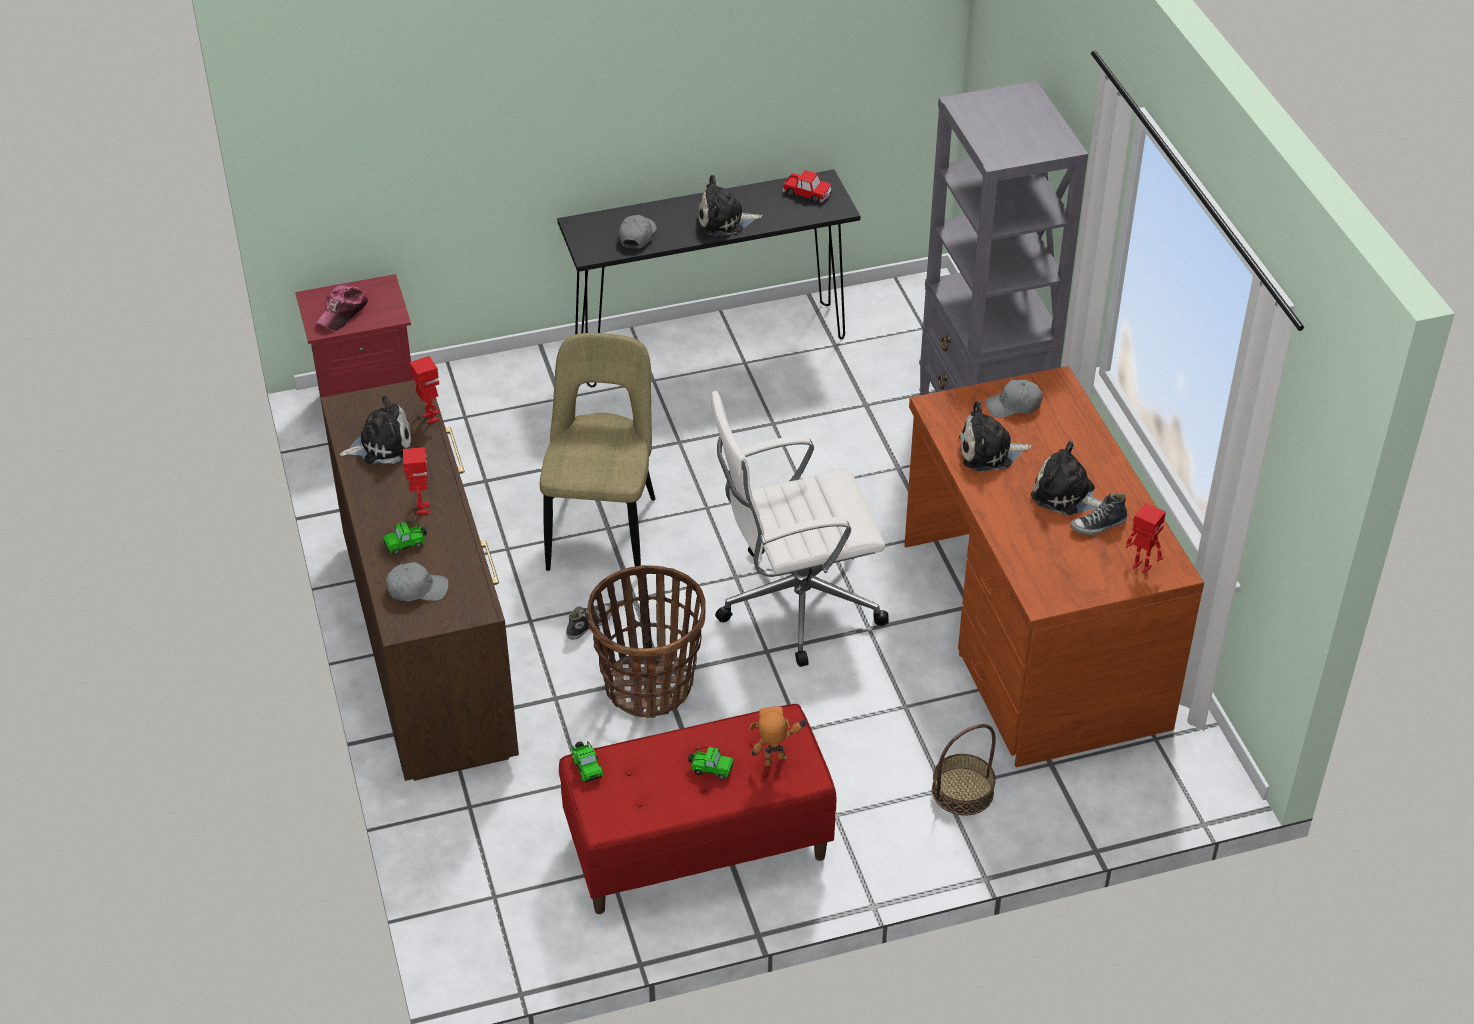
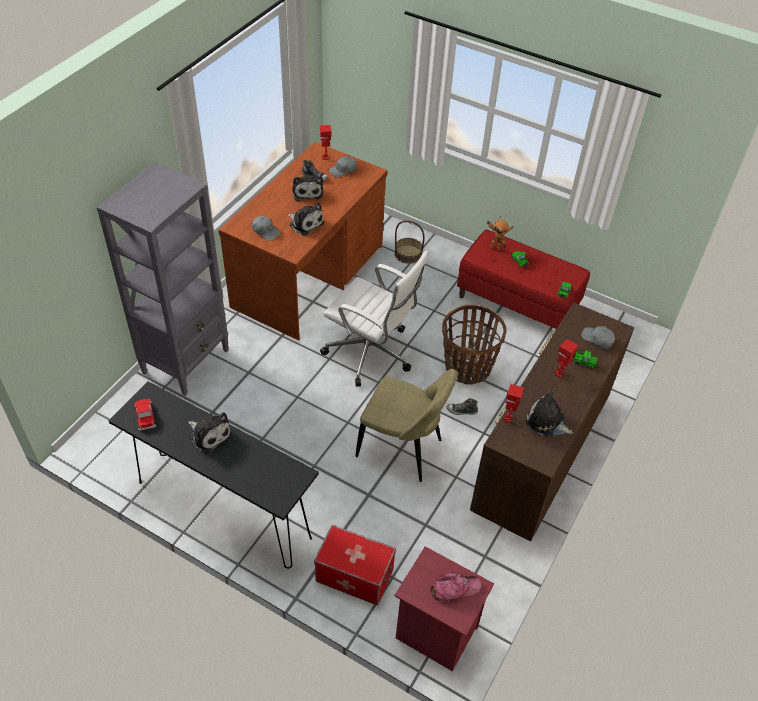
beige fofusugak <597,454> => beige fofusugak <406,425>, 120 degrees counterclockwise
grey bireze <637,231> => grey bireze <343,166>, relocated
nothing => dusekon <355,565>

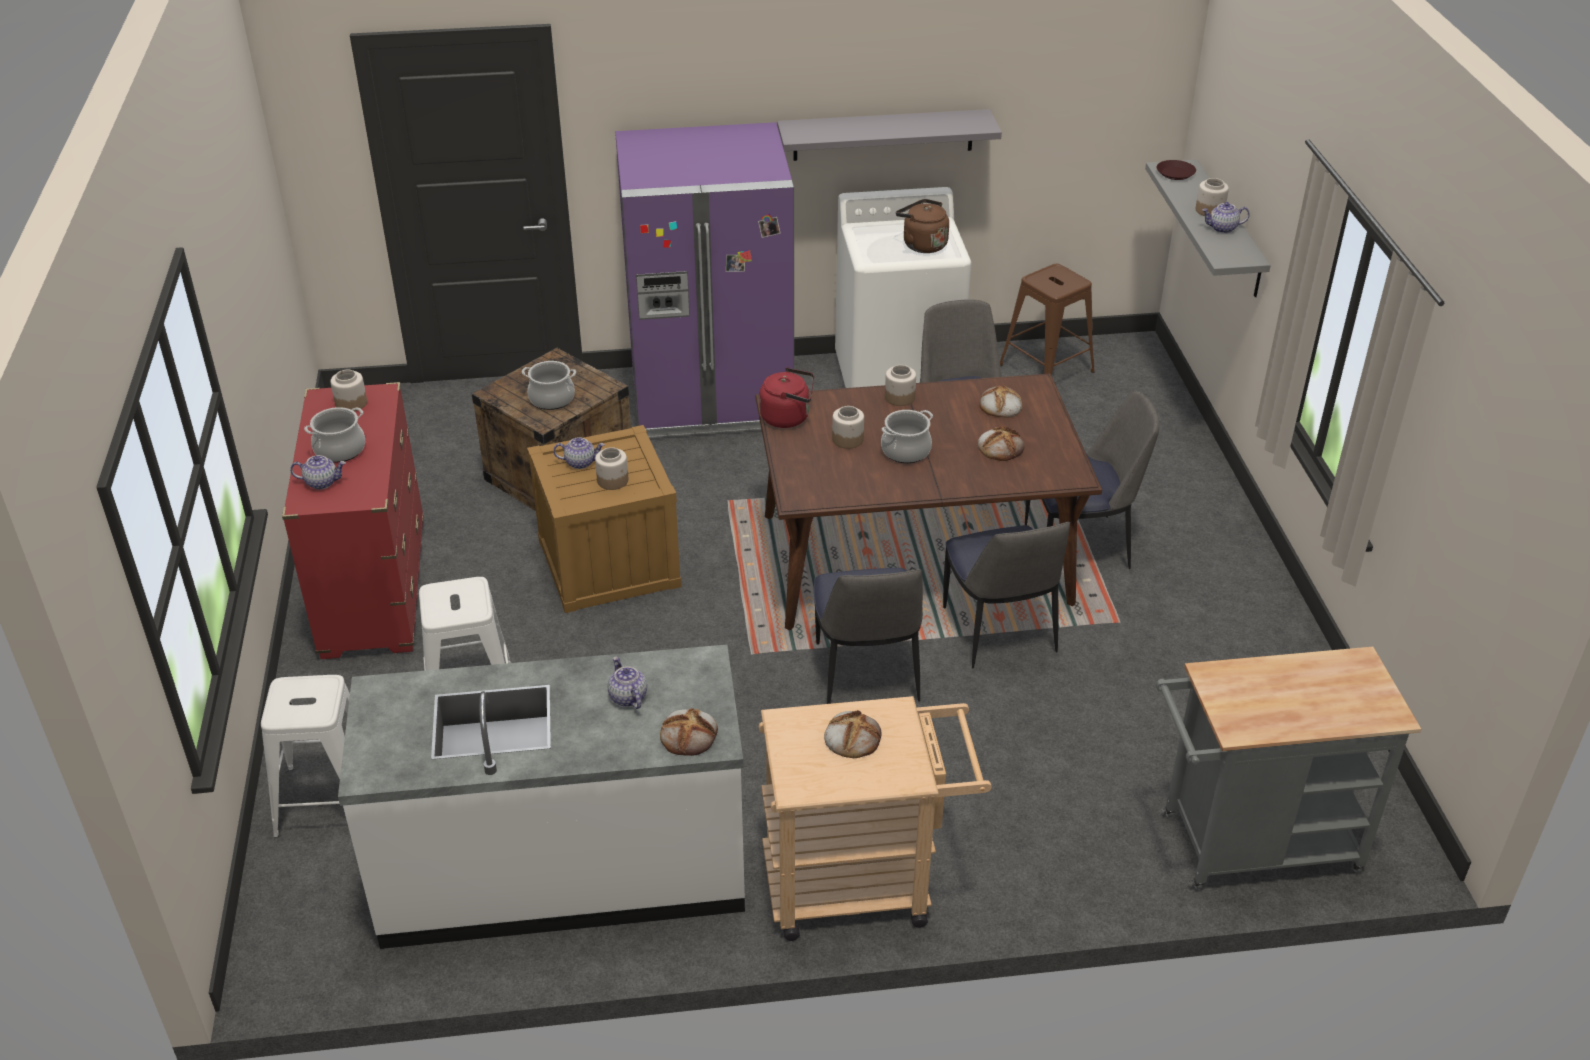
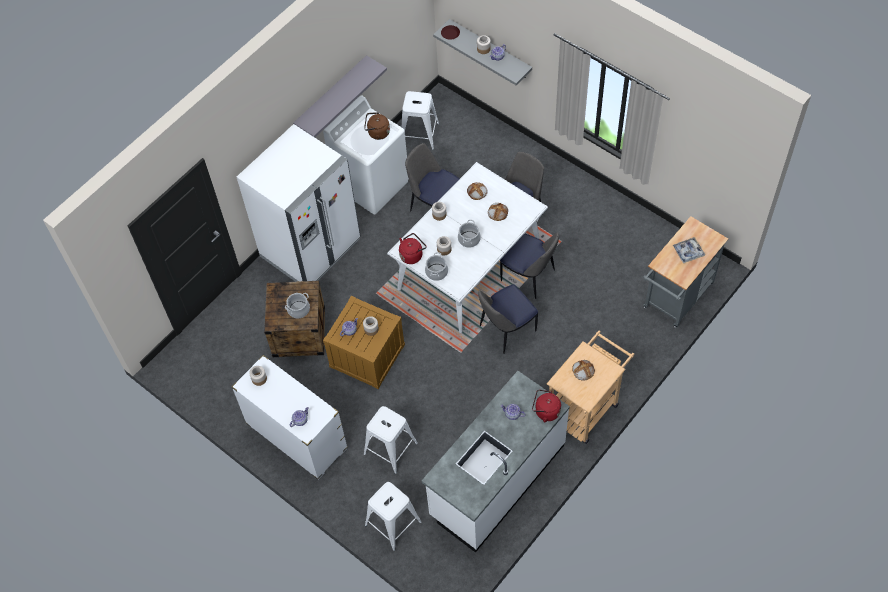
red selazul <353,520> => white selazul <290,417>
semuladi <334,435> => semuladi <436,266>, relocated
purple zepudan <704,280> => white zepudan <298,203>
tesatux <689,732> => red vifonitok <546,405>
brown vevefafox <928,502> => white vevefafox <467,247>
fofusugak <868,636> => fofusugak <508,319>, 105 degrees clockwise
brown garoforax <1047,320> => white garoforax <420,120>
nothing => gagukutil <689,250>

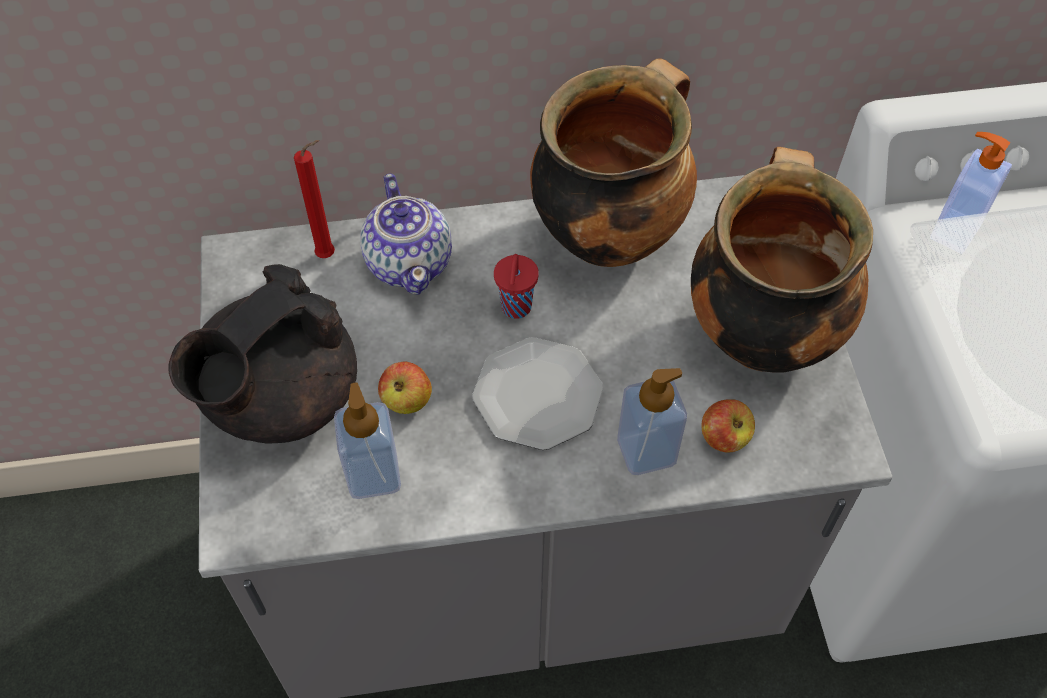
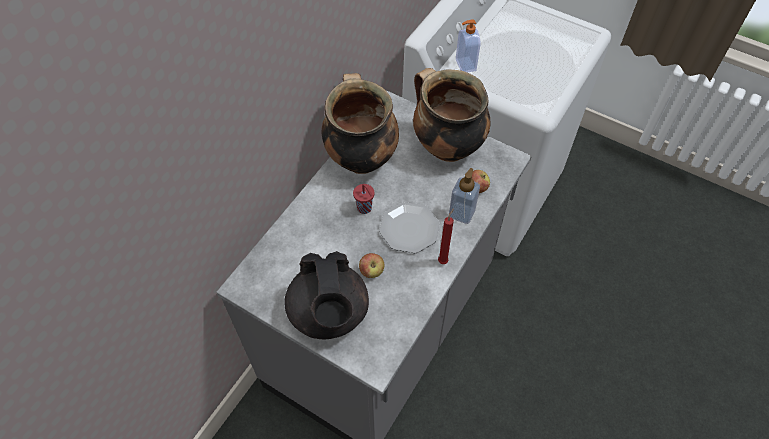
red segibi <314,199> => red segibi <446,236>, relocated
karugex <367,441> => nothing
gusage <406,234> => nothing

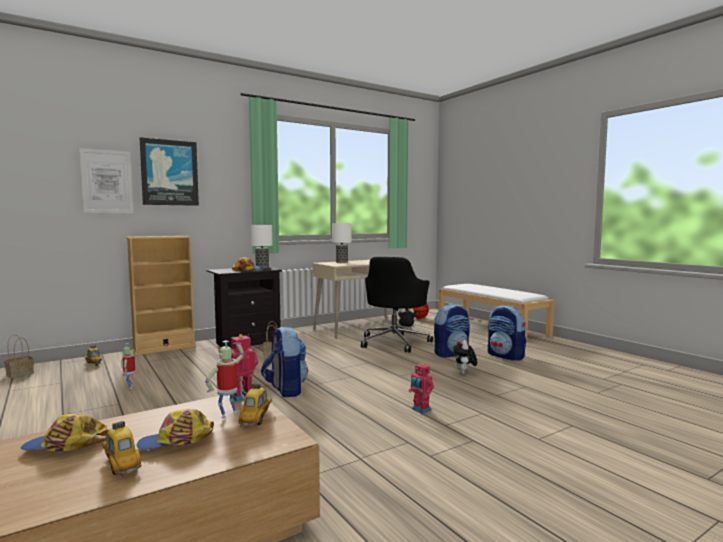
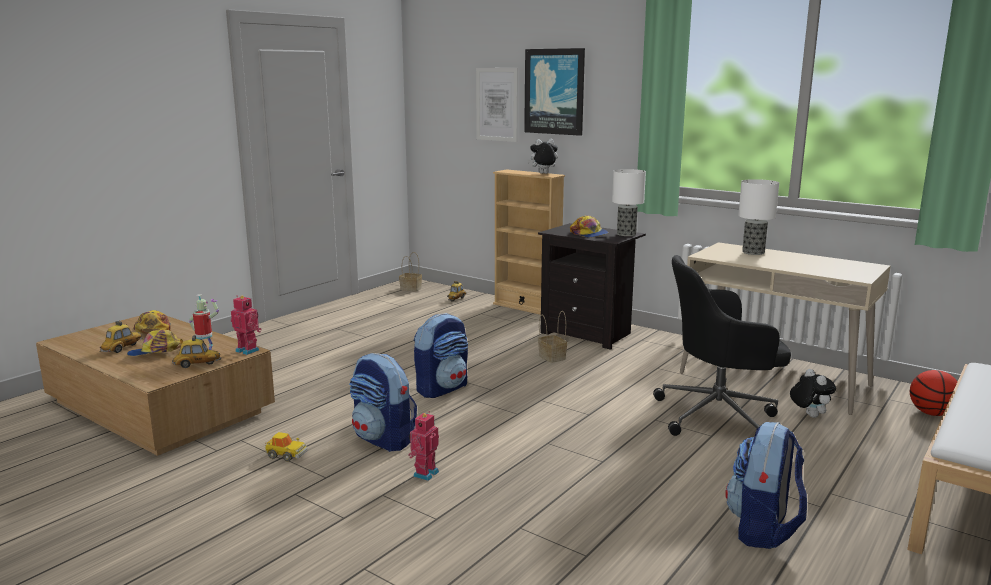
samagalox <128,366> => nothing
bireze <175,429> => bireze <155,343>, 75 degrees counterclockwise
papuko <452,331> => papuko <383,402>, relocated
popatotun <465,357> => popatotun <542,156>, relocated
nothing => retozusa <286,447>

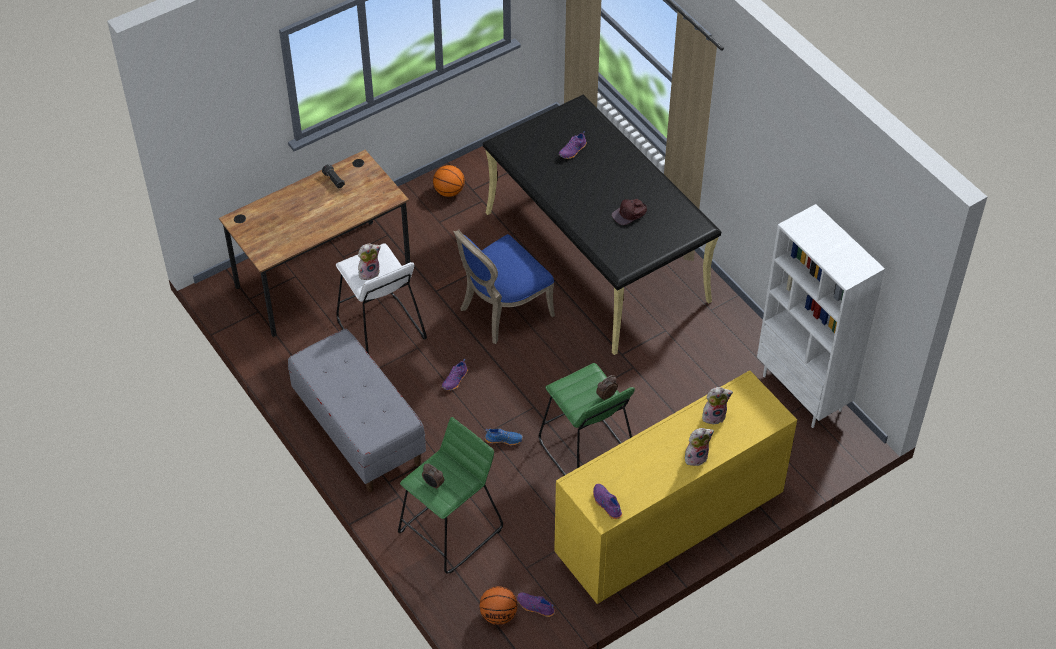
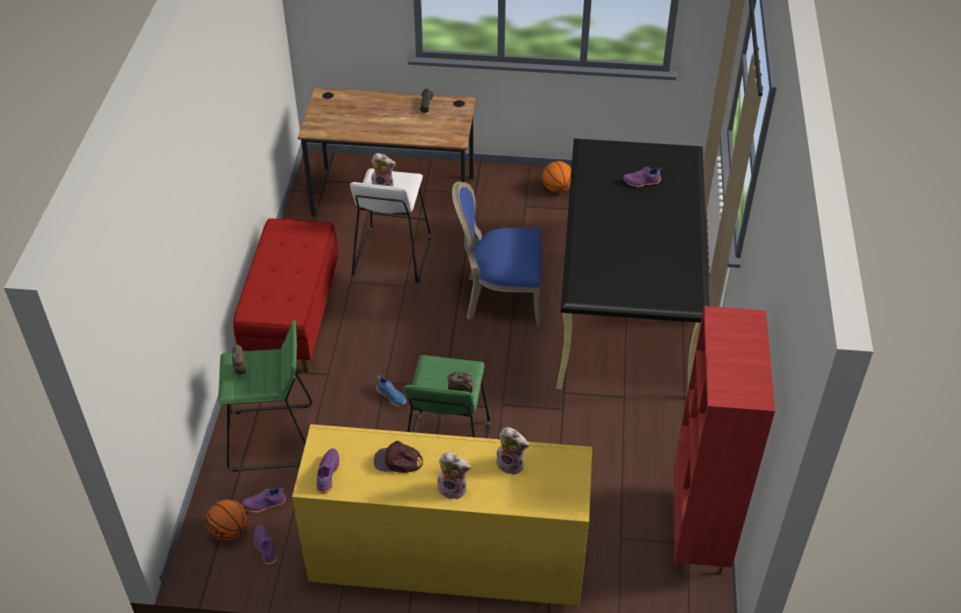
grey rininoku <357,410> => red rininoku <286,295>
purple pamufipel <455,374> => purple pamufipel <264,500>, relocated
brown bireze <629,212> => brown bireze <398,457>, relocated
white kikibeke <821,316> => red kikibeke <724,440>

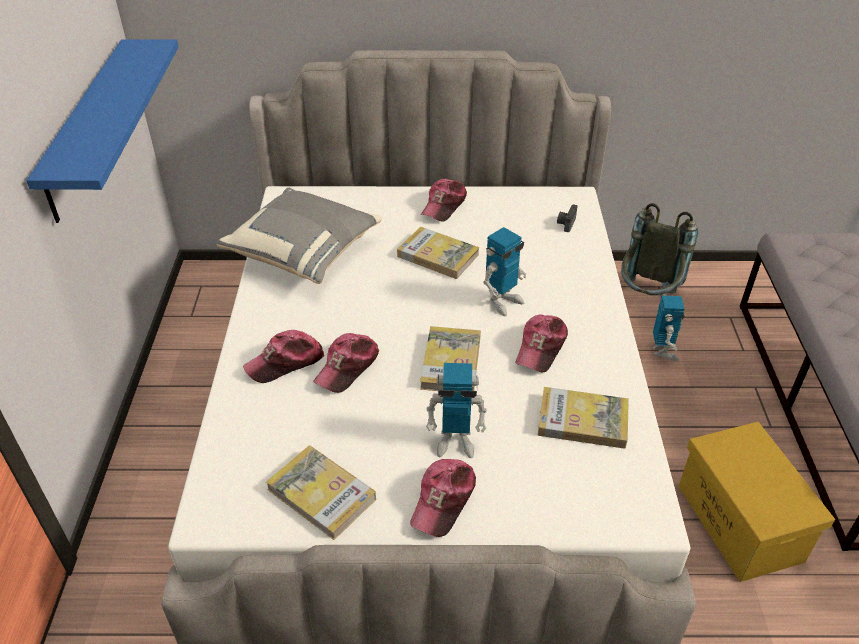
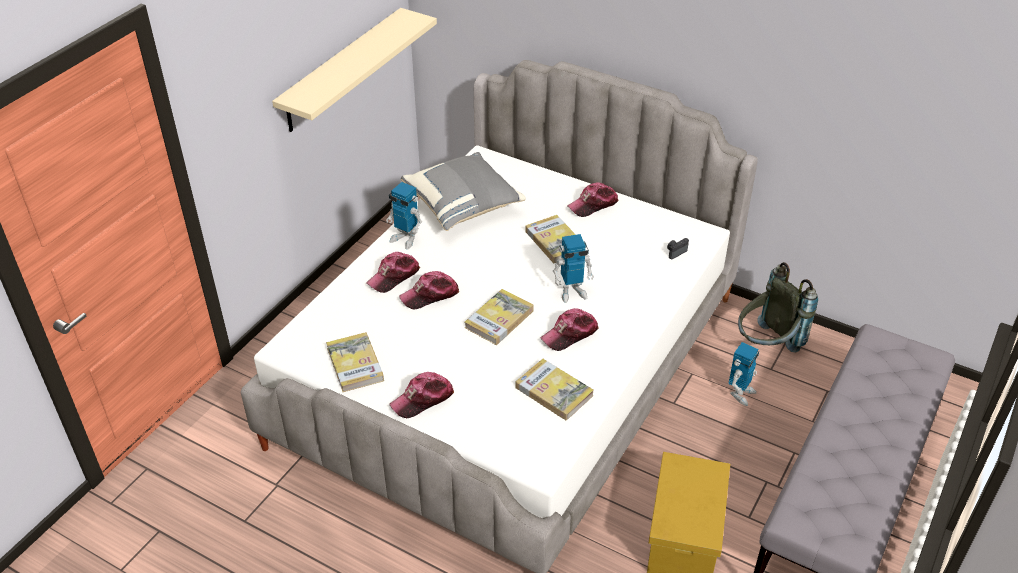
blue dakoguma <102,131> => beige dakoguma <354,70>
bireze <283,356> => bireze <393,272>, 45 degrees counterclockwise
samagalox <456,410> => samagalox <404,216>, relocated

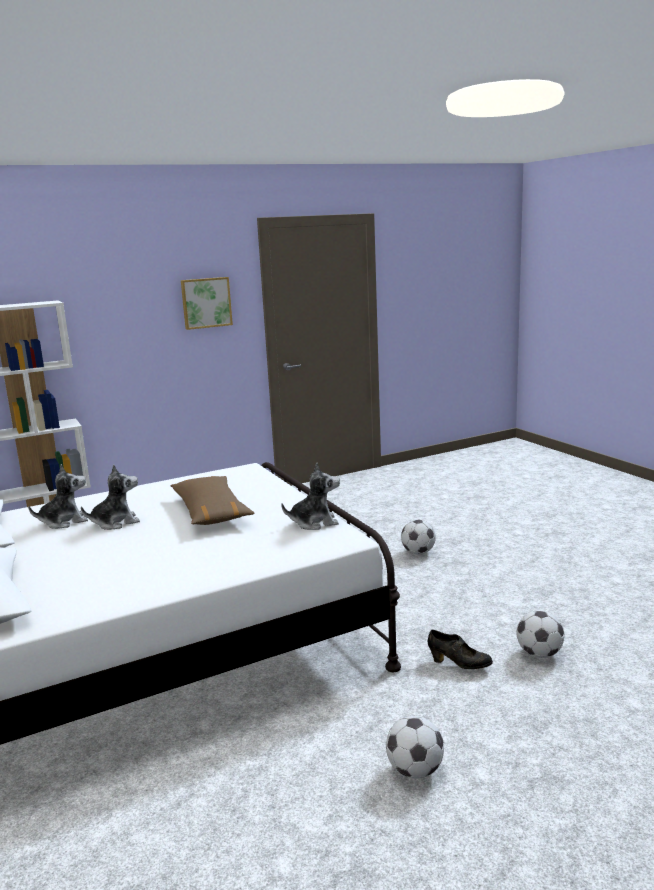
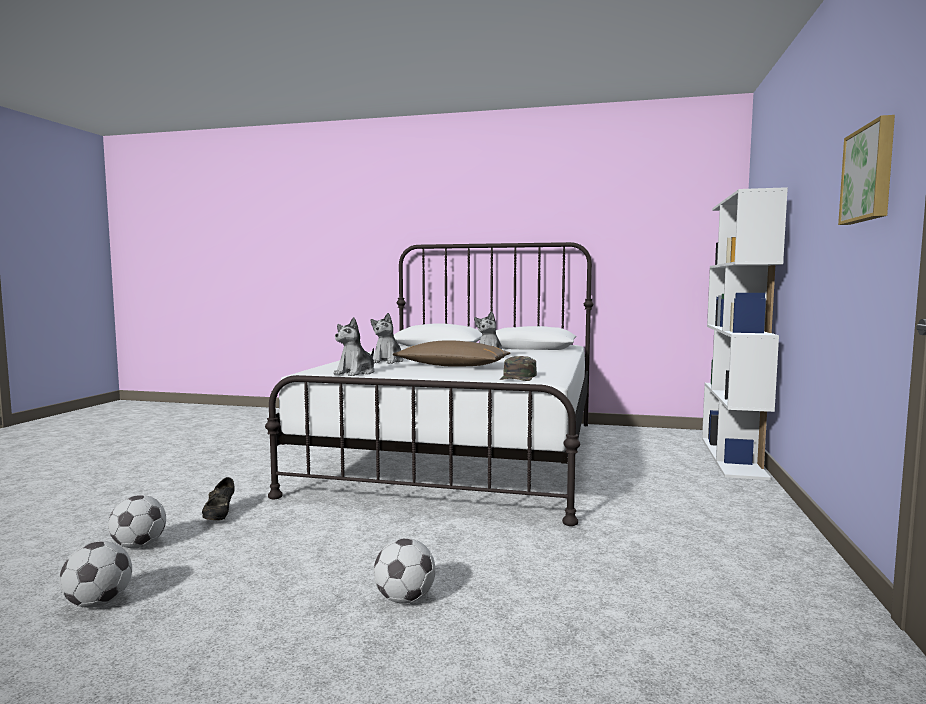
popatotun <58,496> => popatotun <387,338>, relocated
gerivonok <415,747> => gerivonok <95,574>, relocated
black pamufipel <460,649> => black pamufipel <218,498>, 75 degrees counterclockwise
nothing => green bireze <518,368>

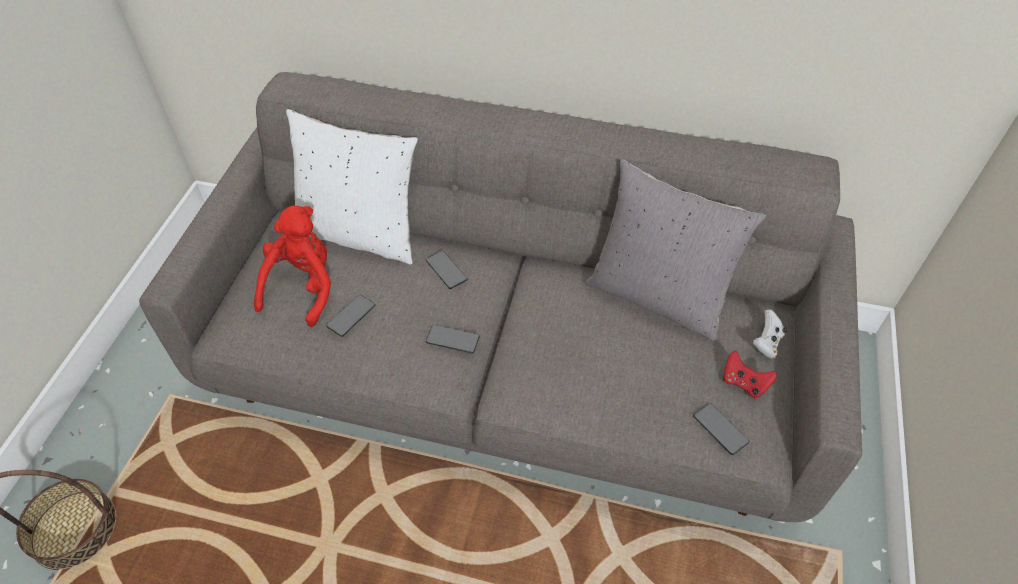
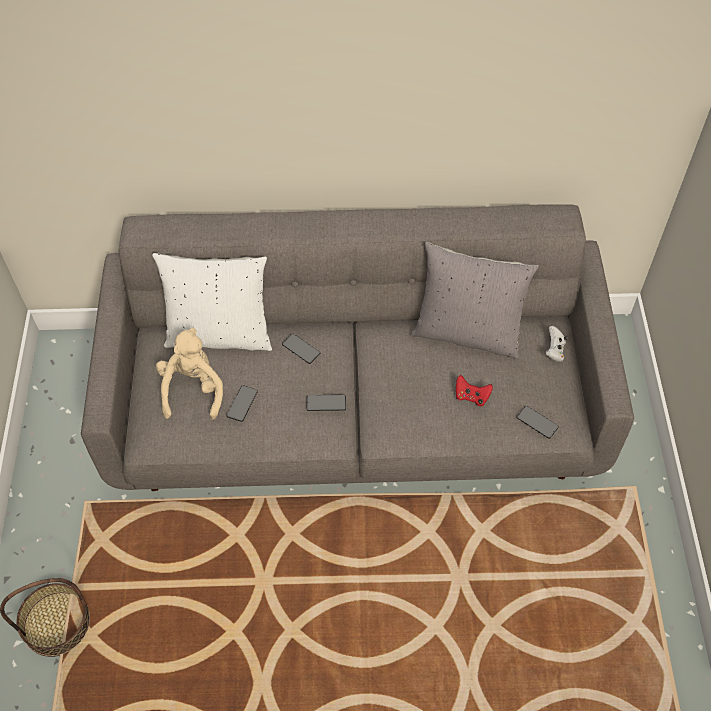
red popatotun <292,266> => beige popatotun <189,374>
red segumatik <750,374> => red segumatik <474,390>, relocated

